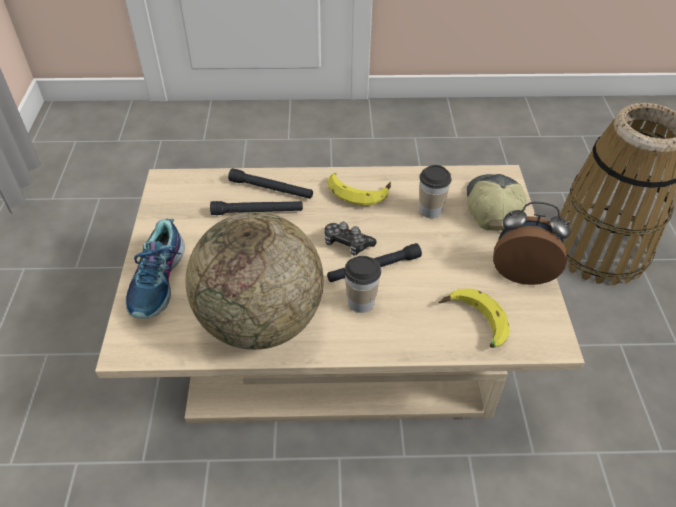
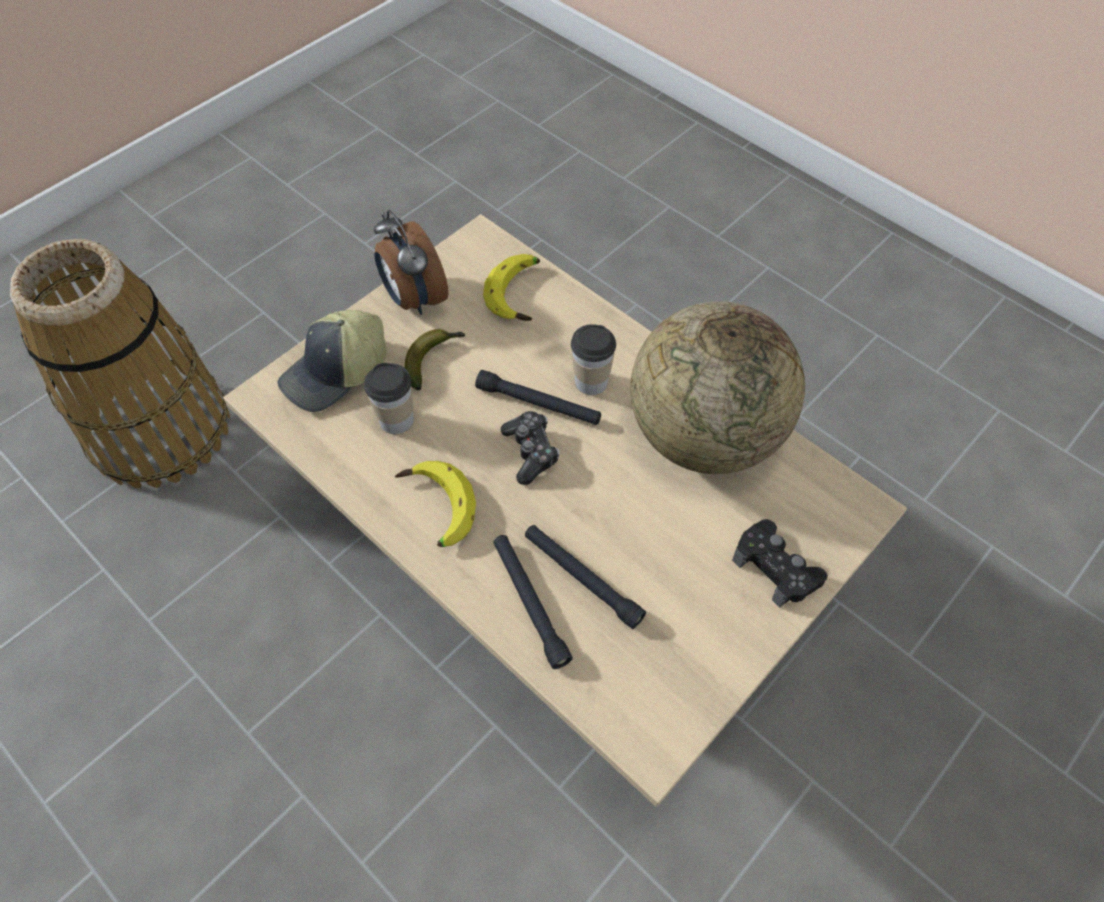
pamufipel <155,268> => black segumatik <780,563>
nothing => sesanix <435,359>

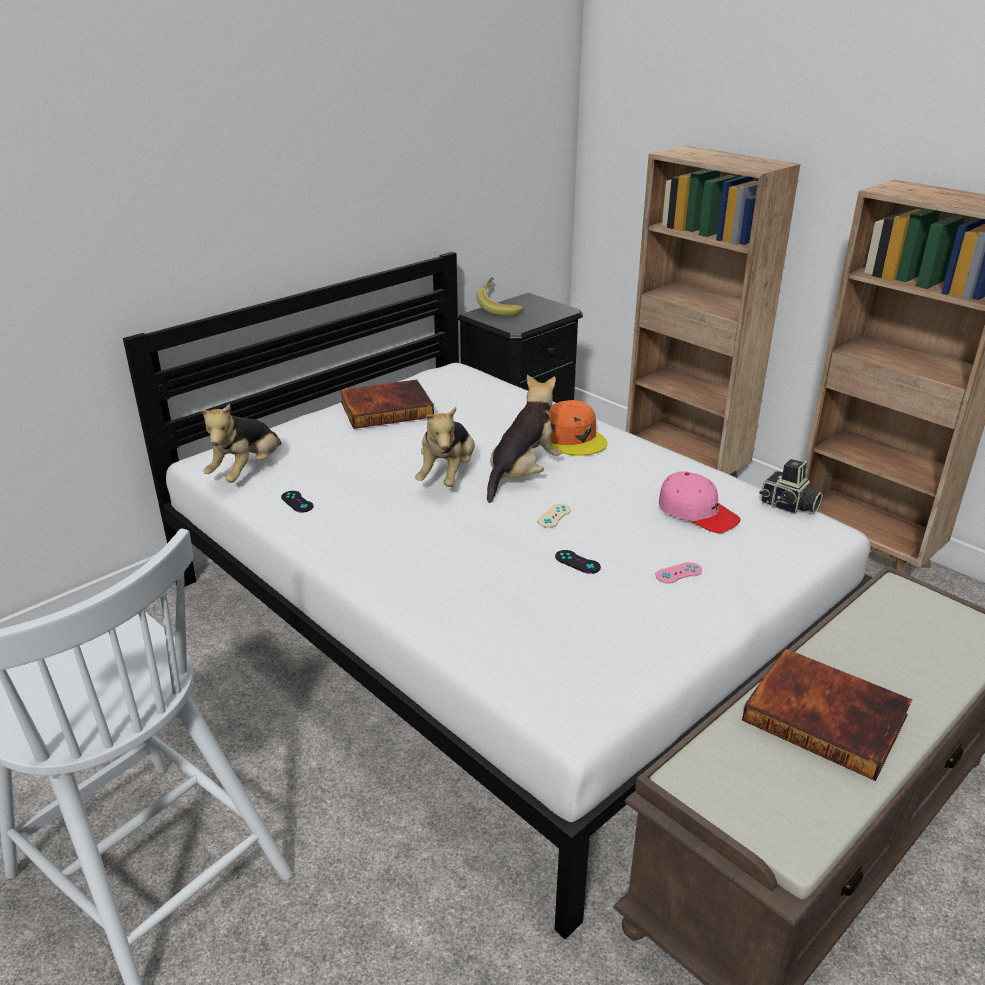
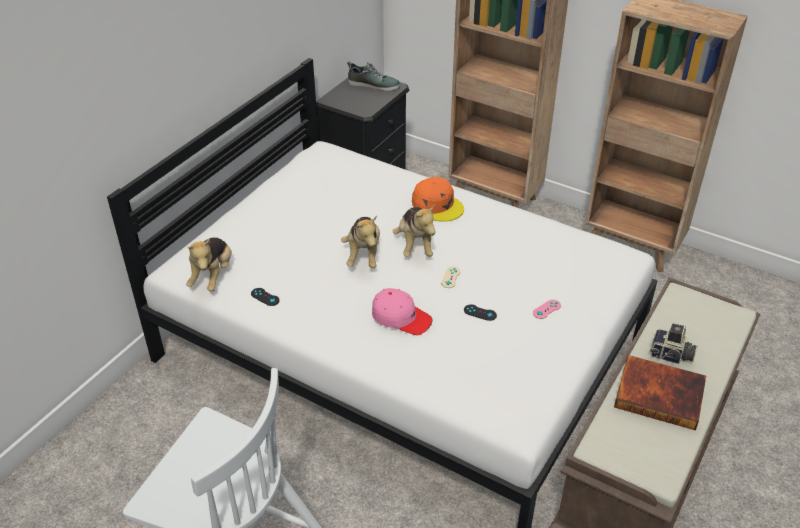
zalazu <387,404> => nothing
sesanix <500,296> => nothing
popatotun <524,439> => popatotun <414,230>, 150 degrees clockwise
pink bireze <700,502> => pink bireze <402,311>, relocated
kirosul <791,486> => kirosul <674,343>, relocated
nothing => pamufipel <373,76>

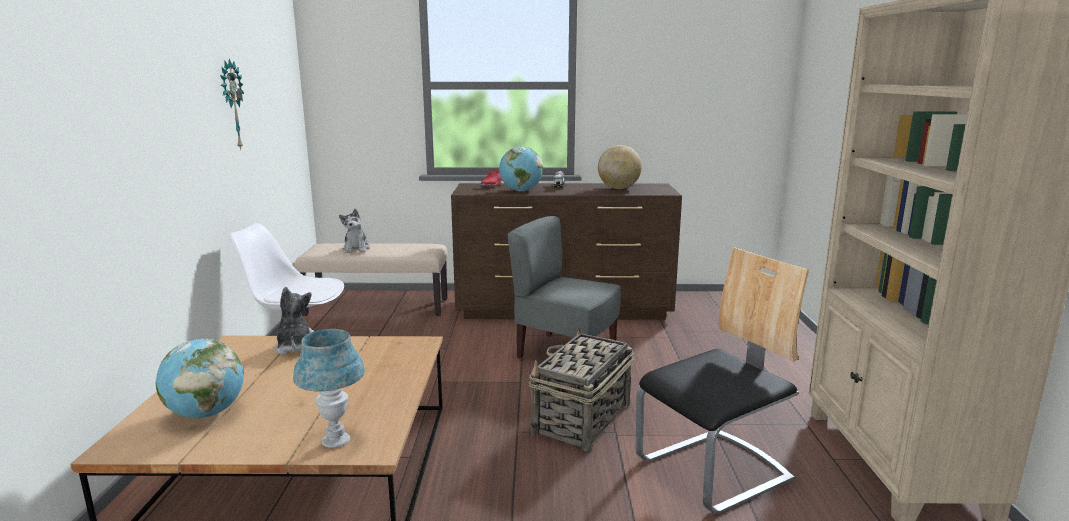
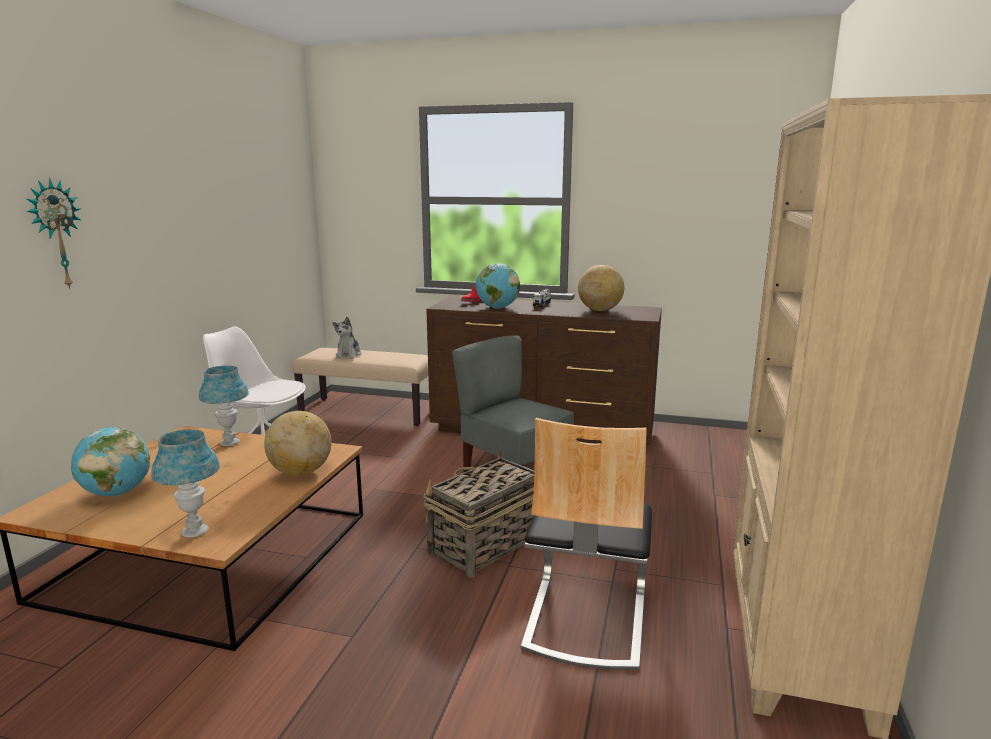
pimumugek <232,104> => pimumugek <54,233>, relocated
popatotun <293,321> => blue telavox <224,405>
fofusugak <722,380> => fofusugak <586,544>, 120 degrees clockwise
nothing => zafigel <298,443>

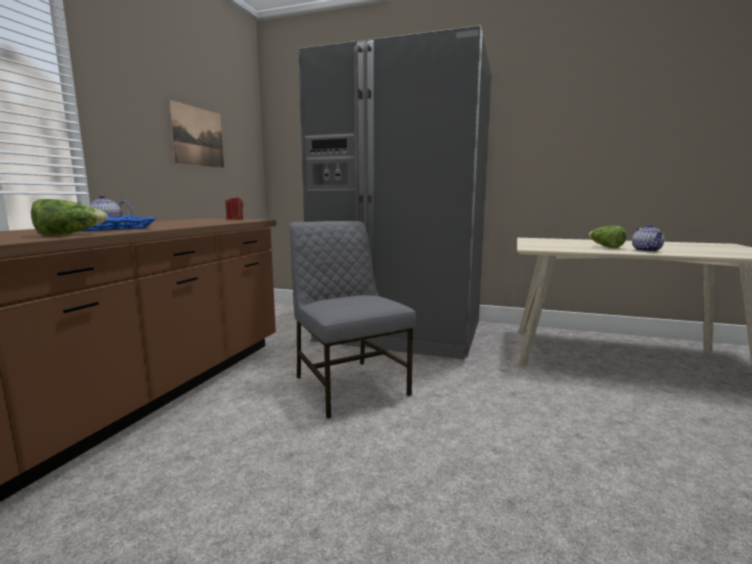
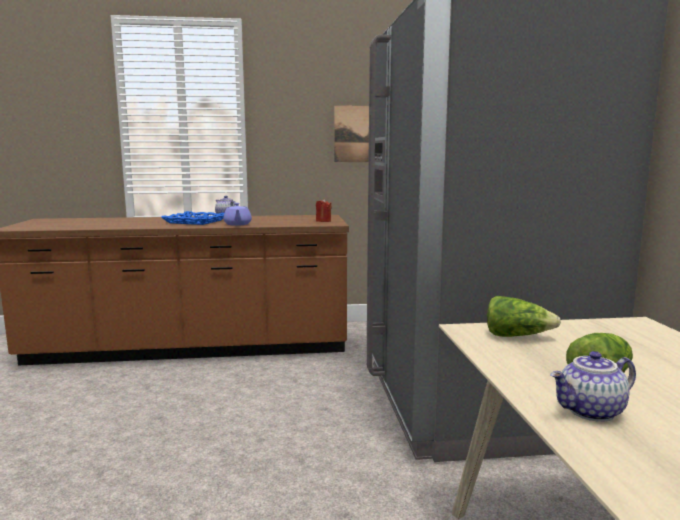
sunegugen <69,217> => sunegugen <524,316>, relocated
grey fofusugak <353,320> => nothing
nothing => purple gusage <237,214>

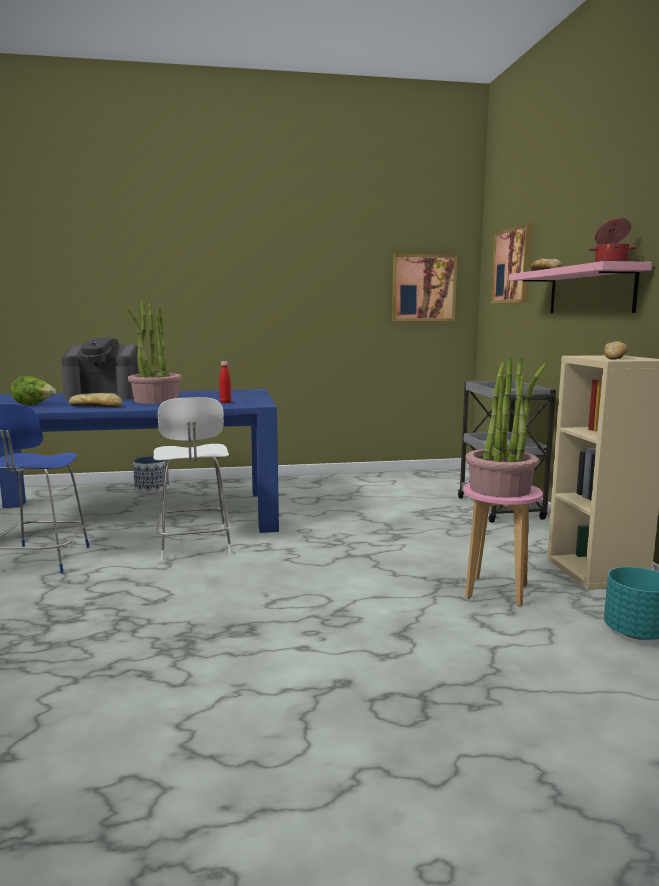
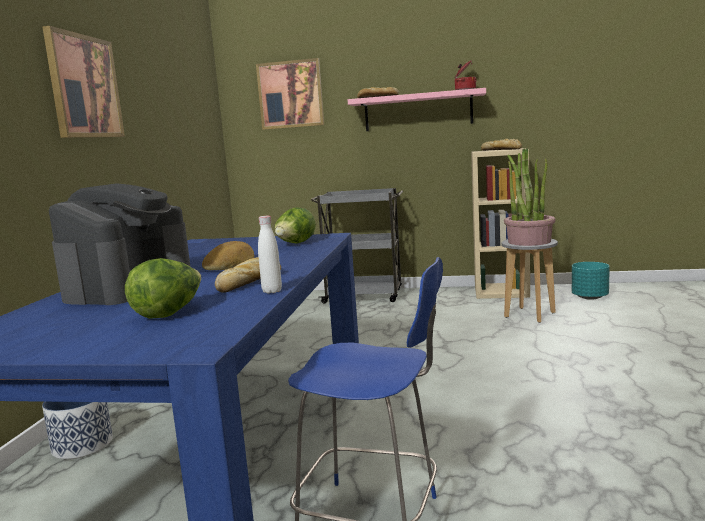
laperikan <154,352> => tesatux <228,255>
white fofusugak <193,478> => nothing
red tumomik <225,382> => sunegugen <295,225>
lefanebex <424,287> => lefanebex <83,82>, relocated
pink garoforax <503,545> => grey garoforax <530,281>
nothing => white tumomik <270,254>

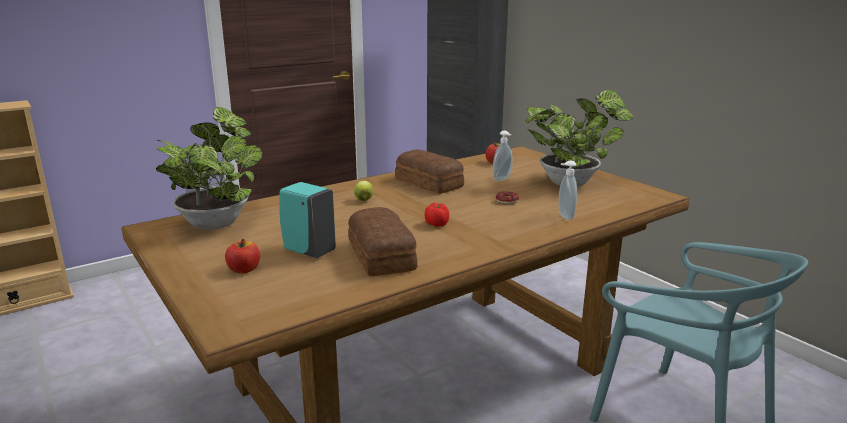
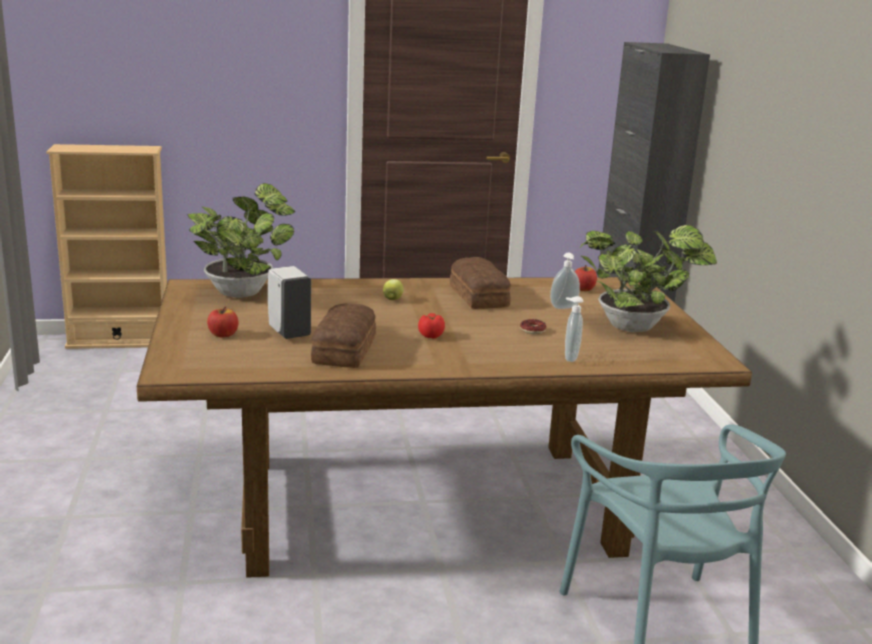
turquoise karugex <307,220> => white karugex <289,302>

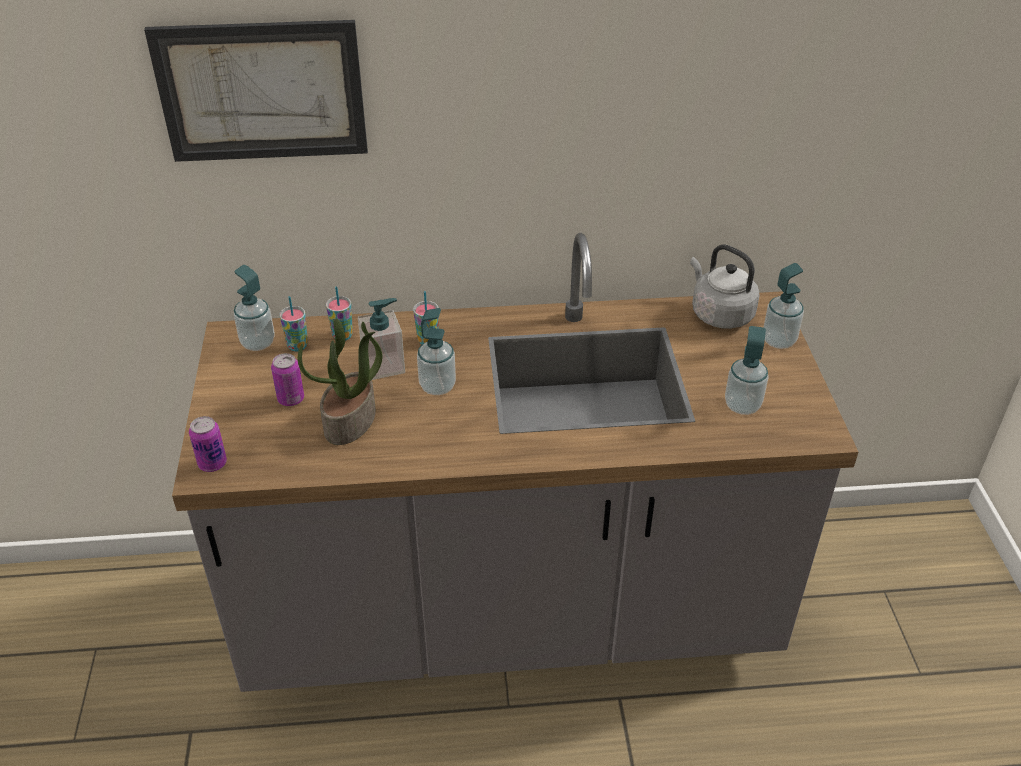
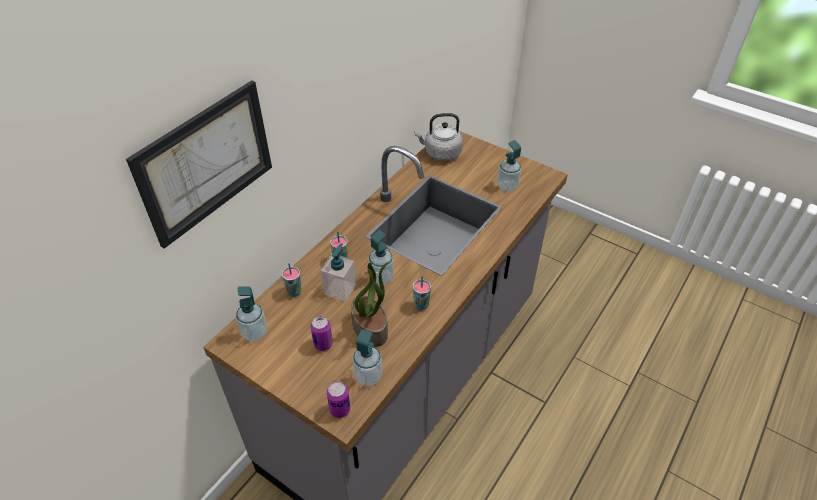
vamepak <293,323> => vamepak <422,293>, relocated
karugex <783,306> => karugex <367,358>, relocated

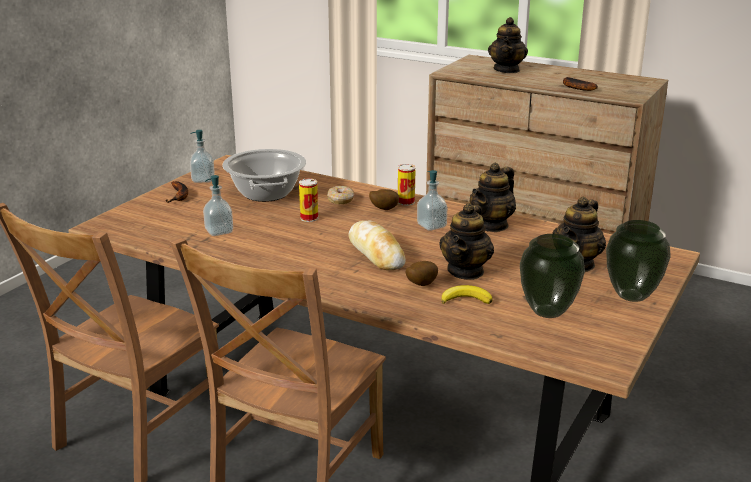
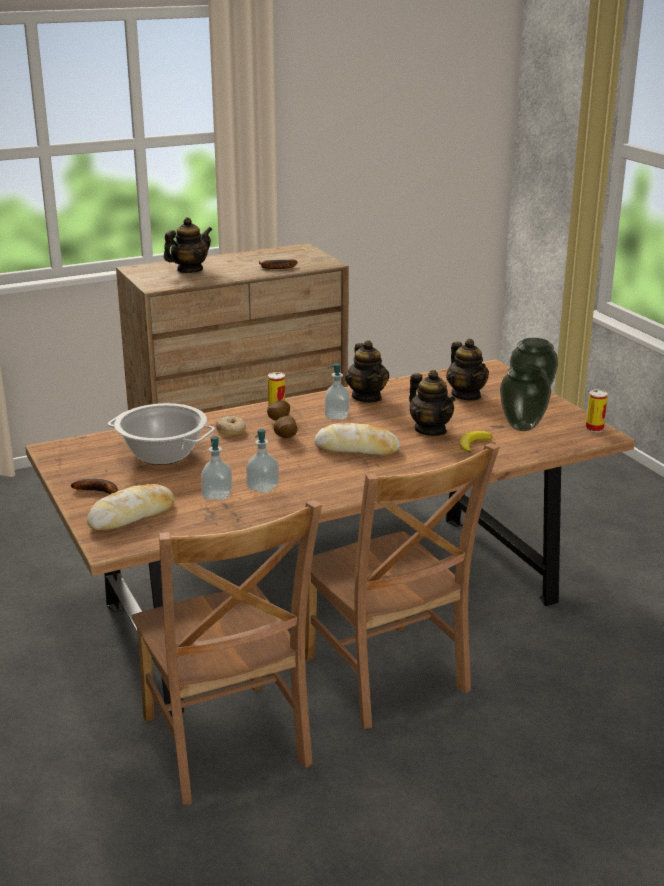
karugex <202,156> => karugex <262,461>, relocated
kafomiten <308,200> => kafomiten <597,411>, relocated
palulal <422,273> => palulal <286,427>, relocated
gusage <508,45> => gusage <188,245>, 90 degrees counterclockwise
nothing => tesatux <130,507>

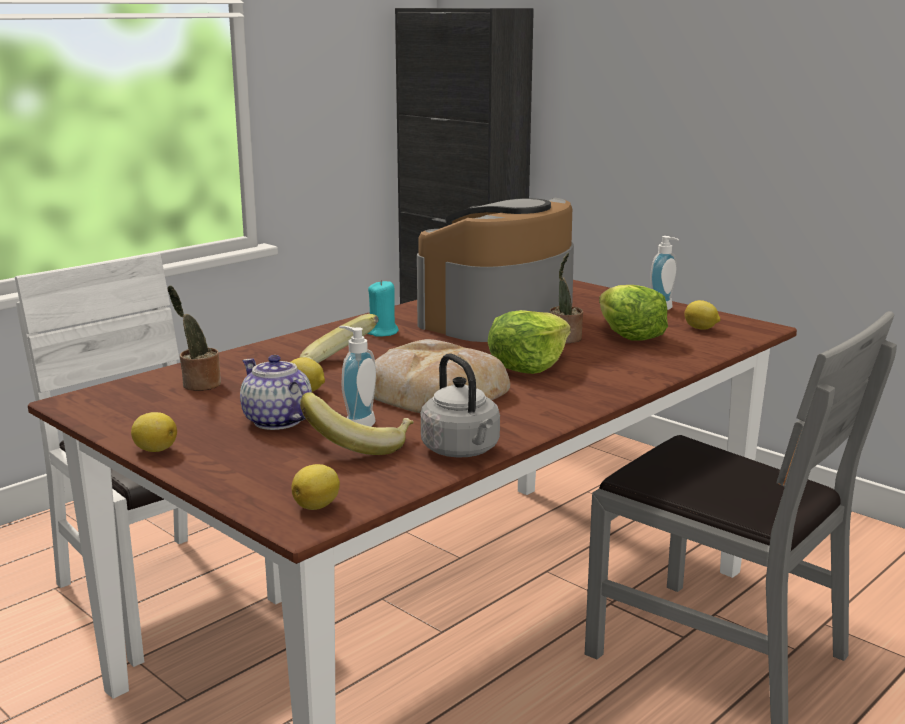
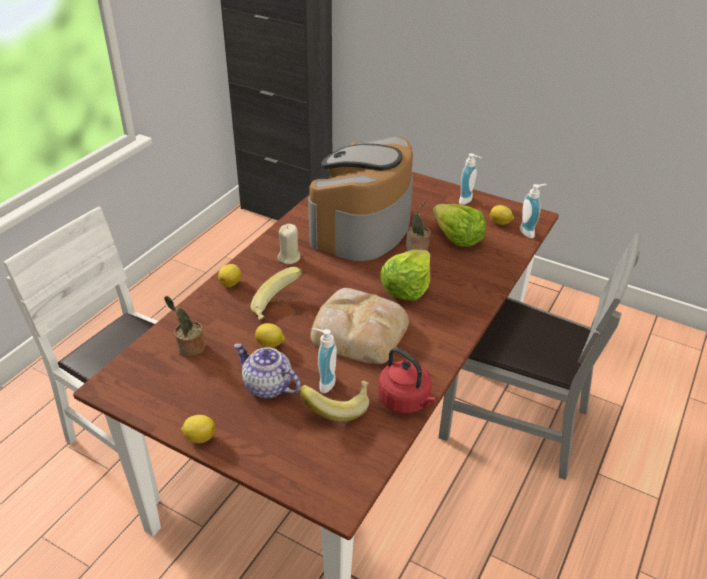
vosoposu <315,487> => vosoposu <229,275>, relocated
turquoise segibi <383,308> => beige segibi <288,244>
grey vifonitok <460,405> => red vifonitok <407,380>
nothing => karugex <533,211>

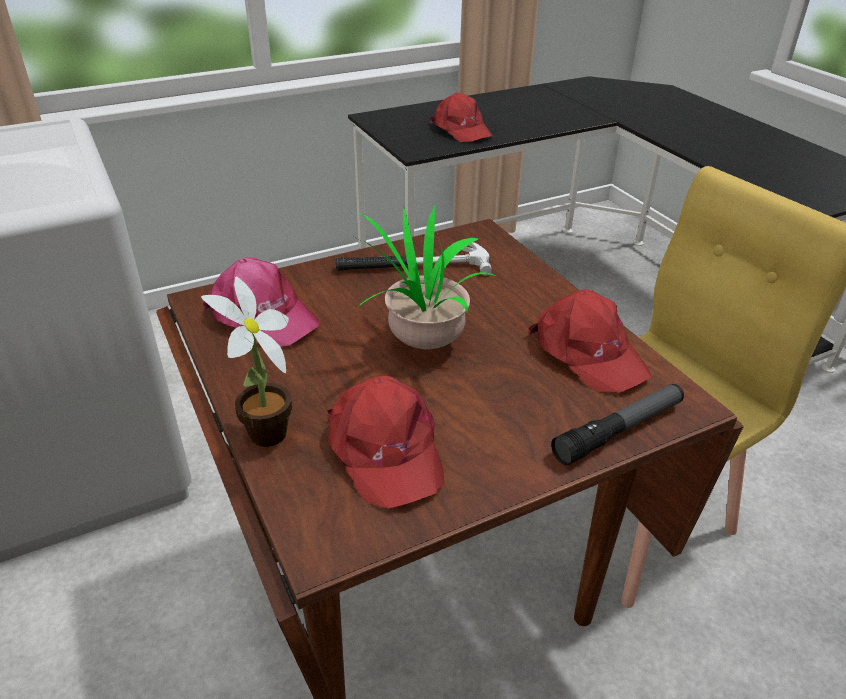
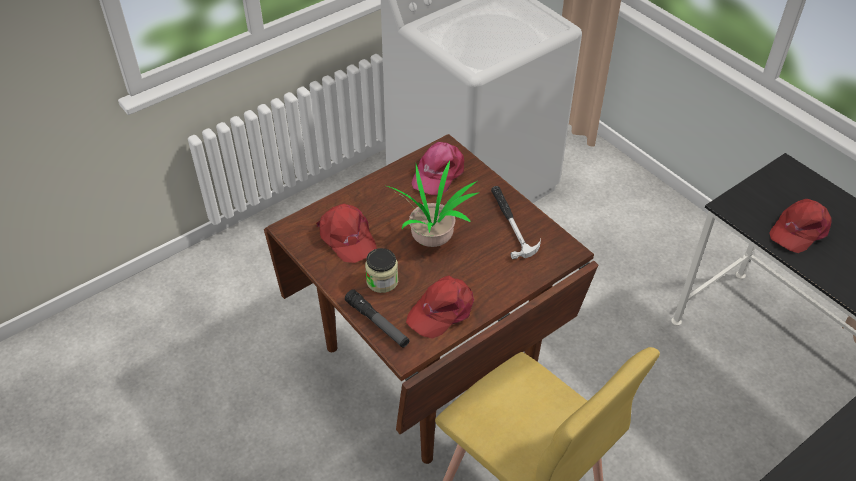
laperikan <246,361> => nothing
red bireze <386,442> => red bireze <346,233>, 90 degrees counterclockwise
nothing => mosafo <381,270>

